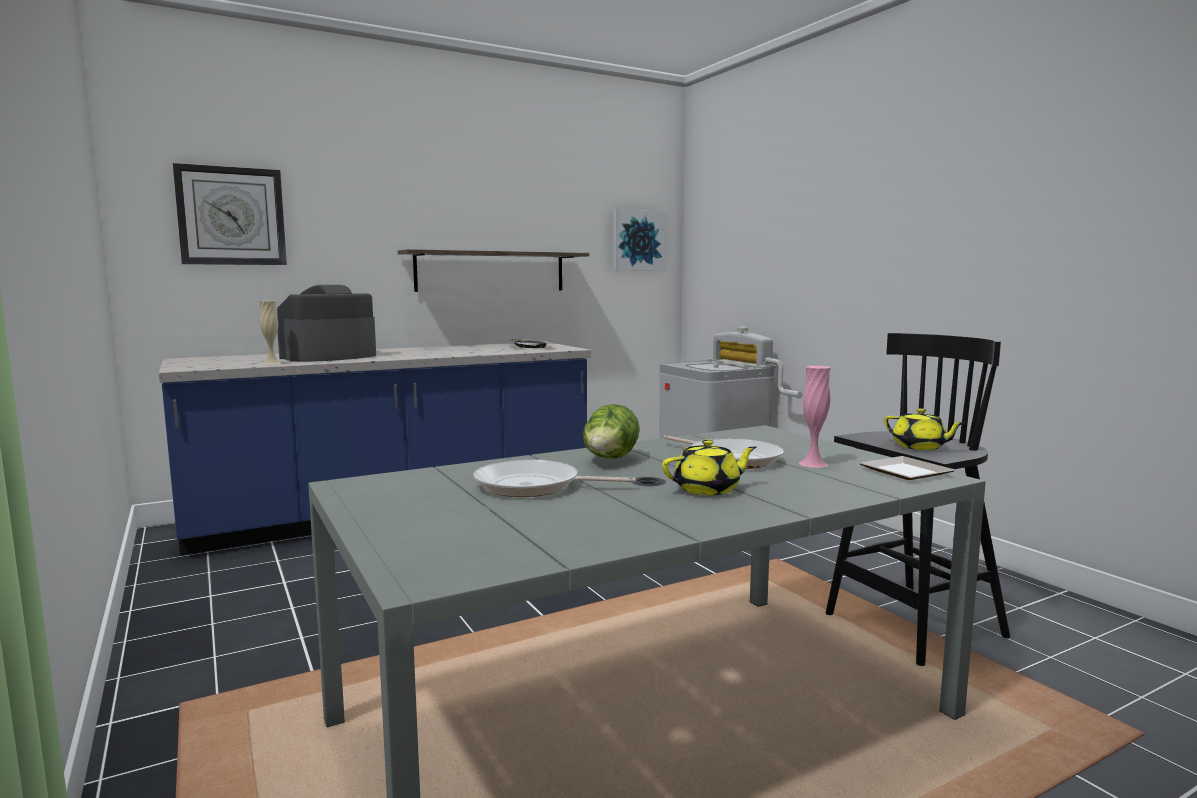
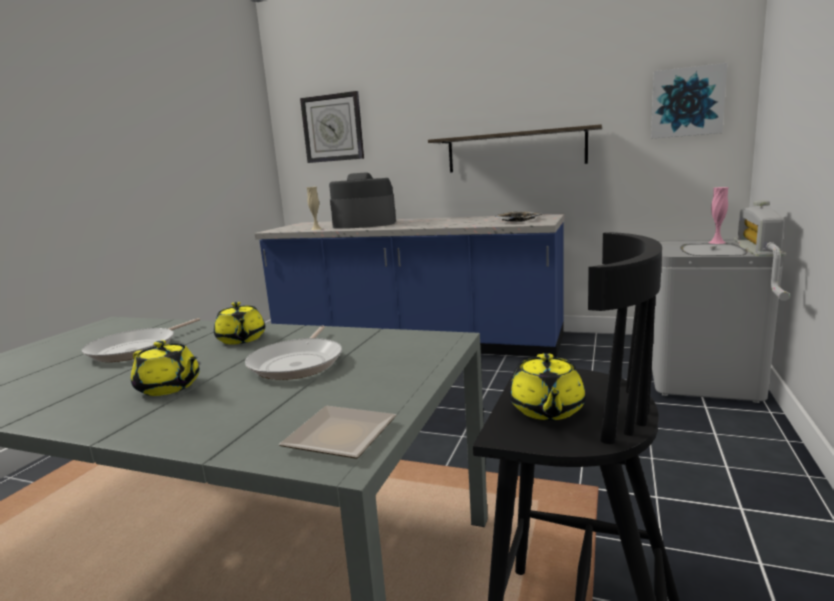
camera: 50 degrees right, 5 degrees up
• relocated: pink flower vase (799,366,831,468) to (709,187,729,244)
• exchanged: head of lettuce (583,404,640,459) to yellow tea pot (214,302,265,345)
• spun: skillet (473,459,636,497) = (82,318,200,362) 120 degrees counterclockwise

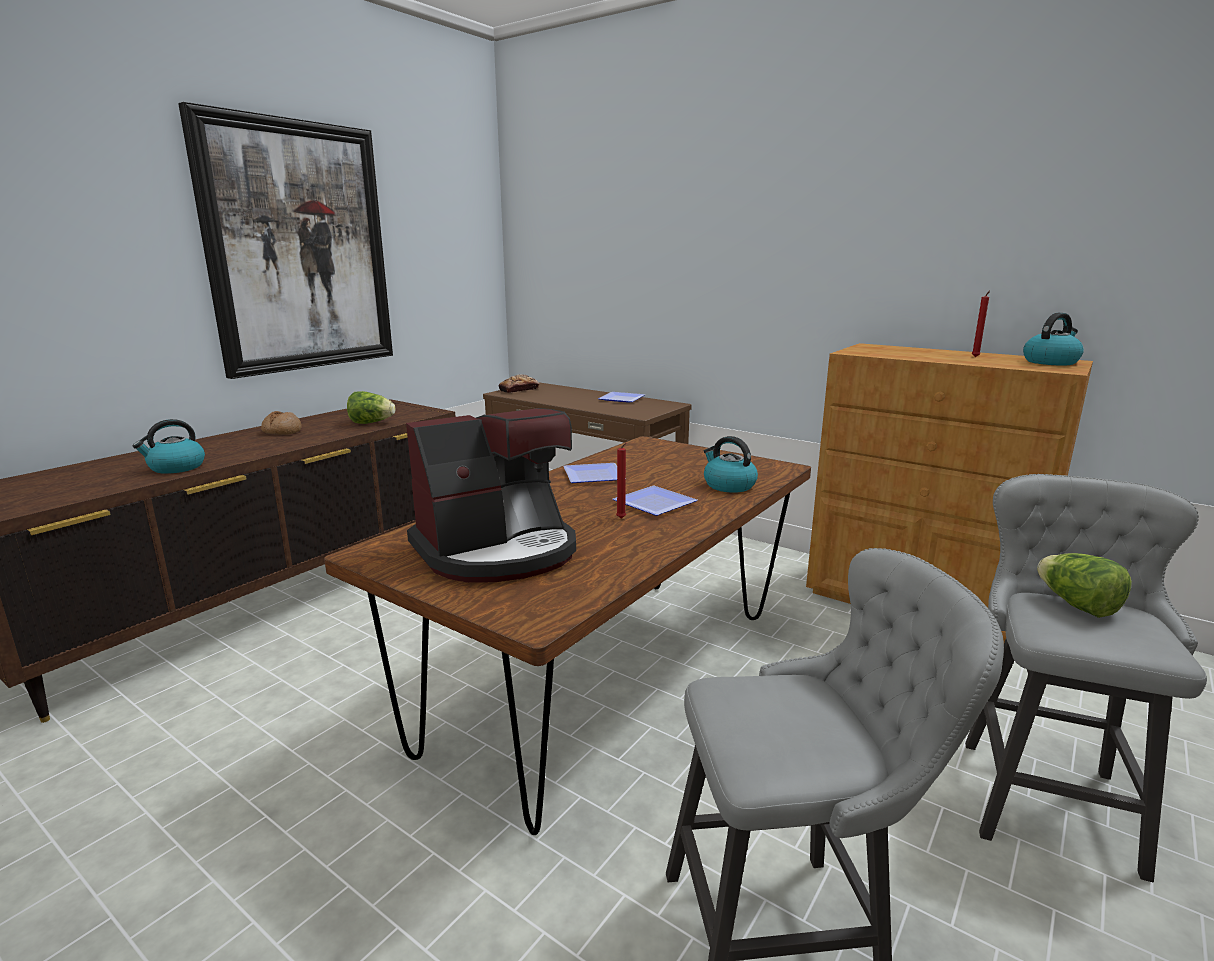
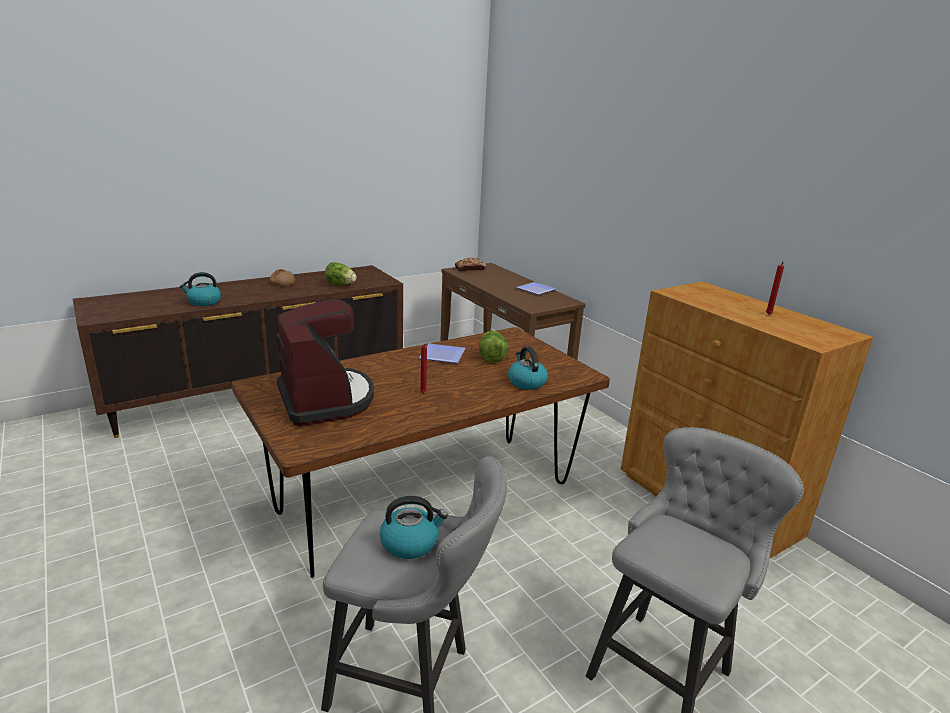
camera: 20 degrees right, 5 degrees up
• missing: picture (178,102,393,379)
• missing: dinner plate (613,486,697,516)
• relocated: water kettle (1023,313,1084,366) to (380,496,448,559)
• relocated: head of lettuce (1037,553,1132,618) to (479,331,509,363)
• spun: coffee machine (406,408,576,583) = (277,299,374,427) 105 degrees counterclockwise

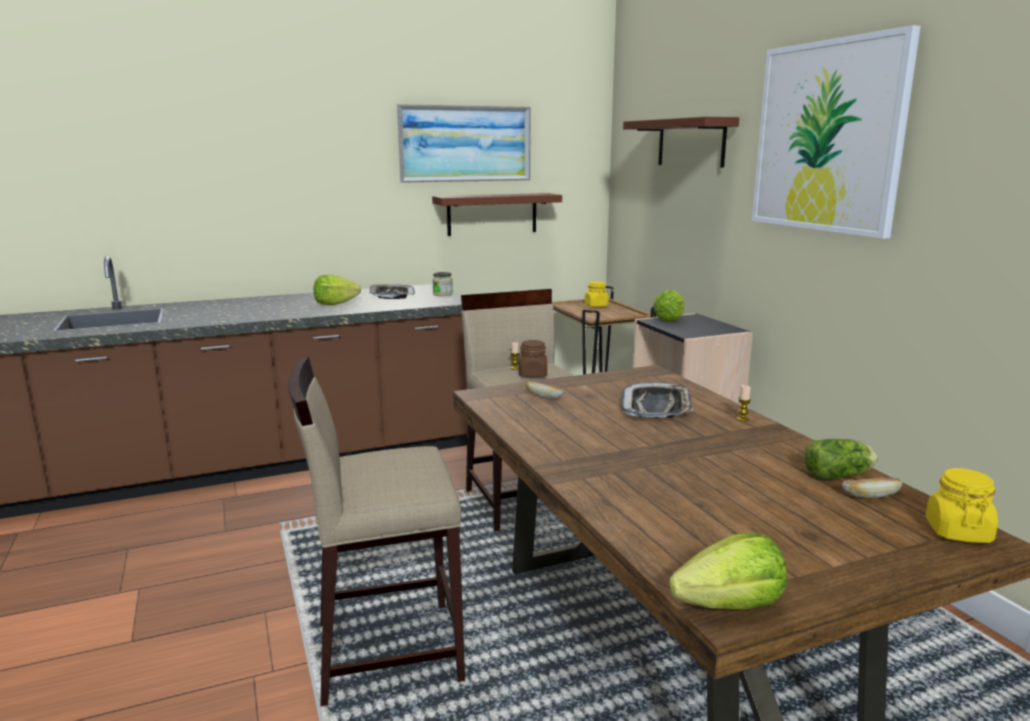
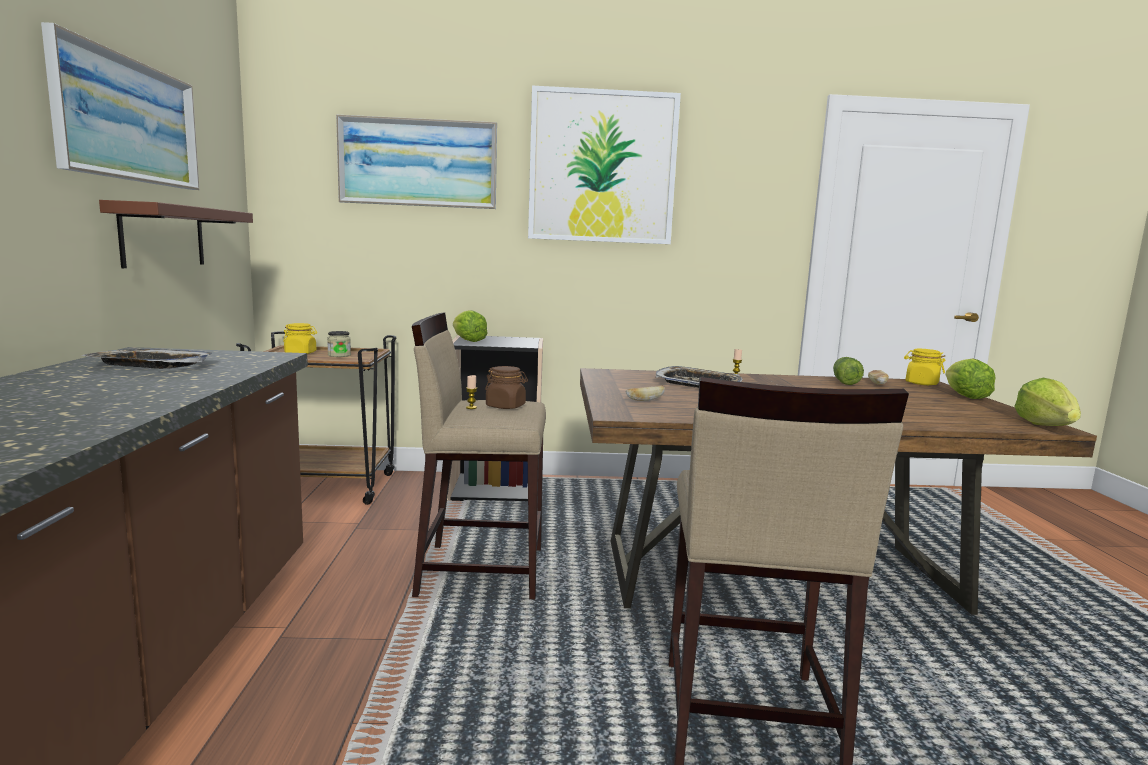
camera: 70 degrees left, 5 degrees down
• relocated: head of lettuce (314,275,361,305) to (946,358,995,399)
• relocated: preserve jar (432,272,453,296) to (327,331,351,357)
• exchanged: brown shelf (623,117,739,168) to picture (336,115,497,209)

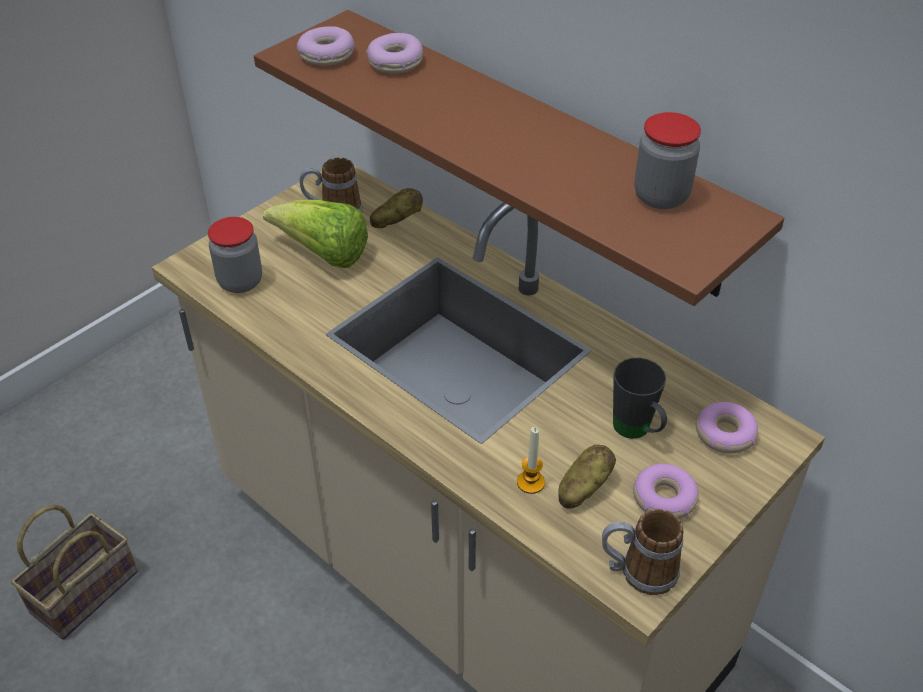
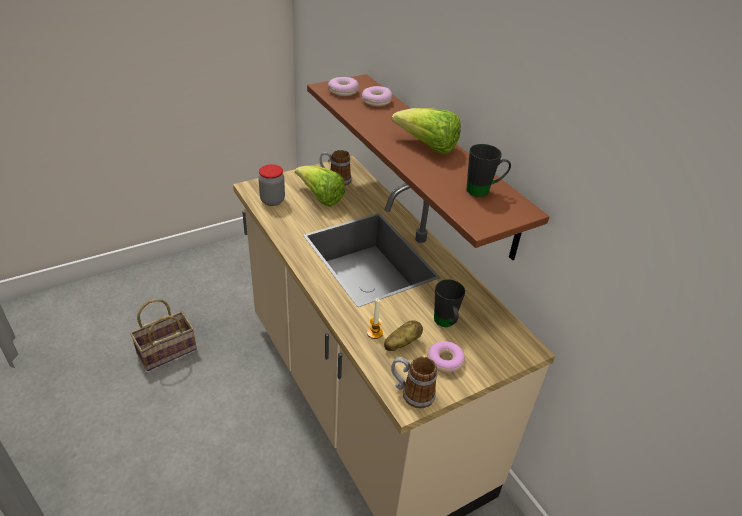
camera: 15 degrees right, 5 degrees down
• missing: whole potato (370,188,423,228)
• missing: doughnut (696,402,758,454)
• appeared: head of lettuce (392,108,461,155)
• exchanged: preserve jar (634,112,701,209) to blackish tea mug (466,144,511,197)

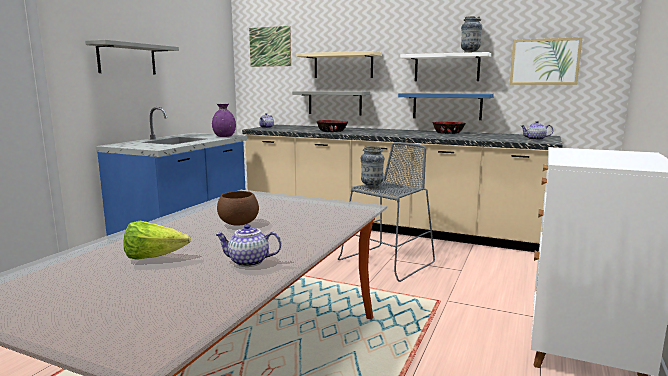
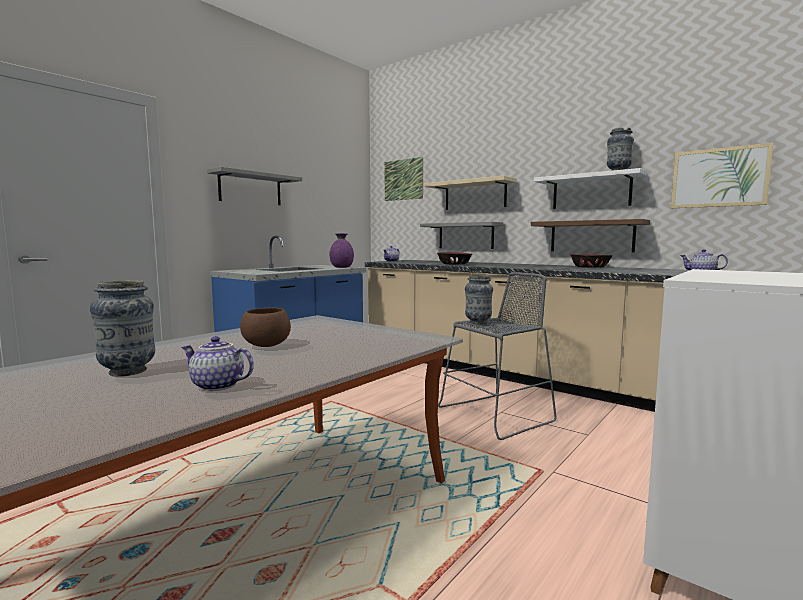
camera: 15 degrees right, 5 degrees down
• exchanged: head of lettuce (124,221,191,259) to flower vase (90,280,155,377)
• colour: blue-coloured shelf (398,93,494,120) to brown shelf (531,219,650,253)

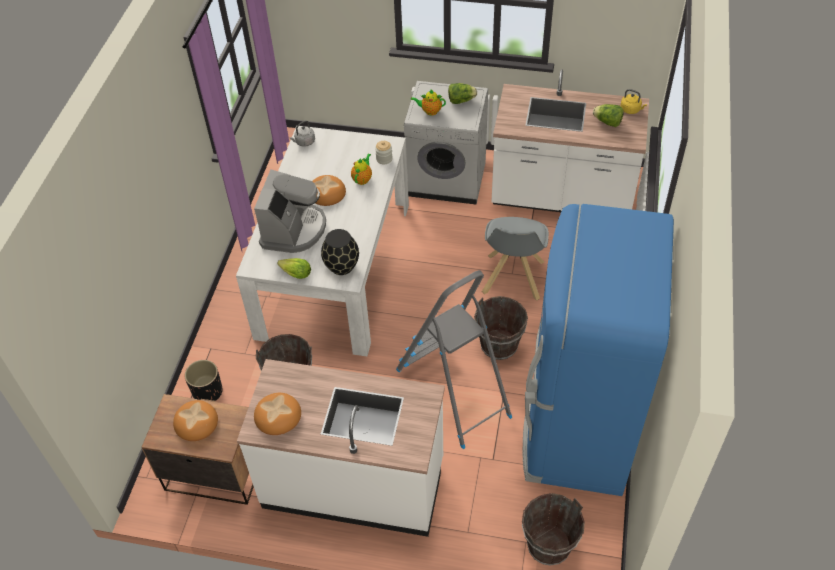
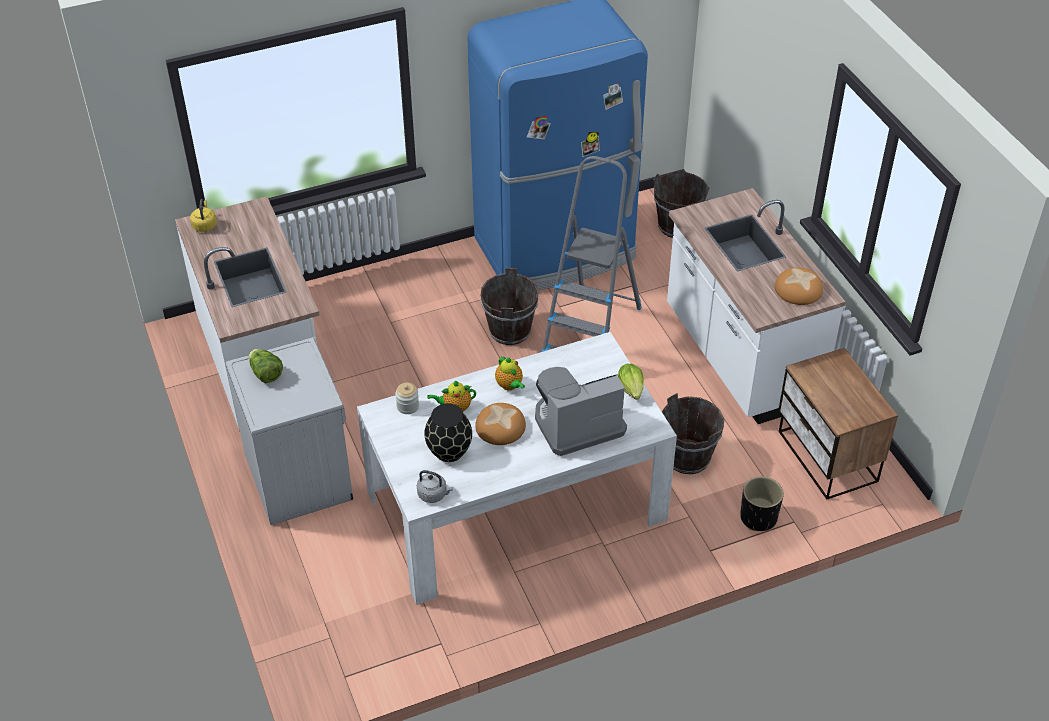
camera: 125 degrees left, 5 degrees down
• missing: baked bread (173,400,218,441)
• missing: grey upright chair (482,217,549,300)
• missing: head of lettuce (593,104,624,127)
• relocated: blackish flower vase (321,229,359,275) to (424,404,472,462)
• relocated: tea pot (411,90,446,116) to (495,356,525,391)

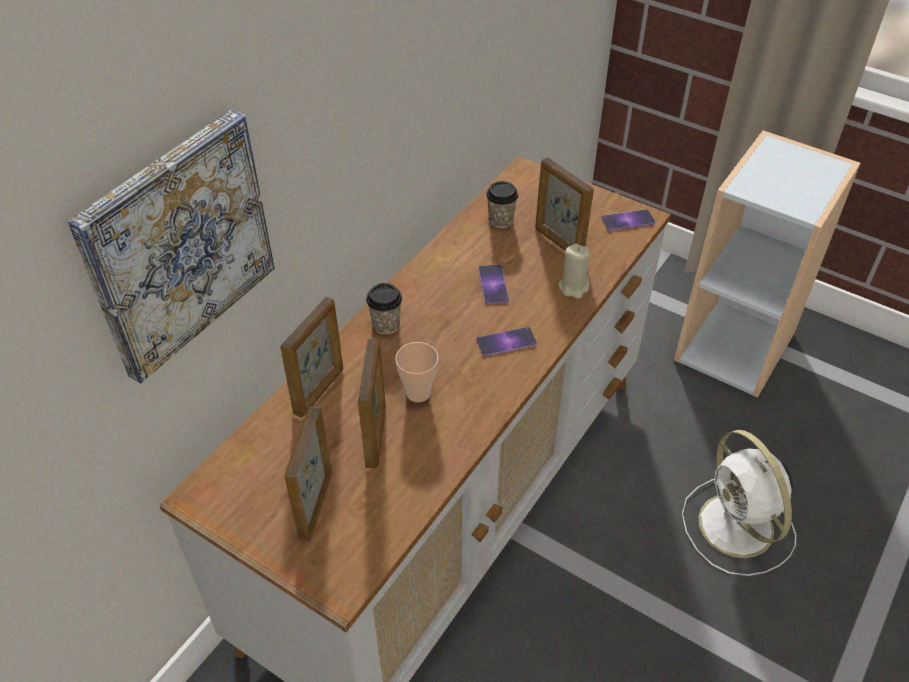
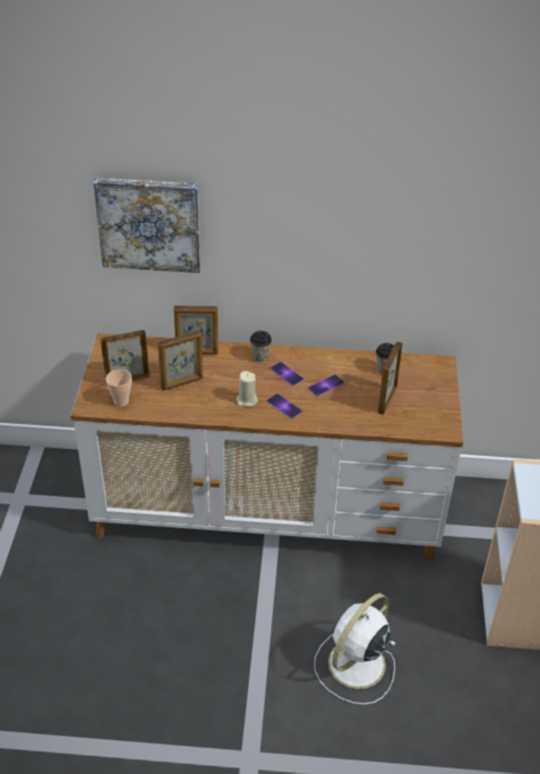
camera: 60 degrees right, 5 degrees down
• relocated: small cup (395,342,439,402) to (106,369,132,407)
• relocated: beige candle (558,244,590,299) to (236,371,258,407)
• relocated: telephone (601,209,655,231) to (270,362,304,386)

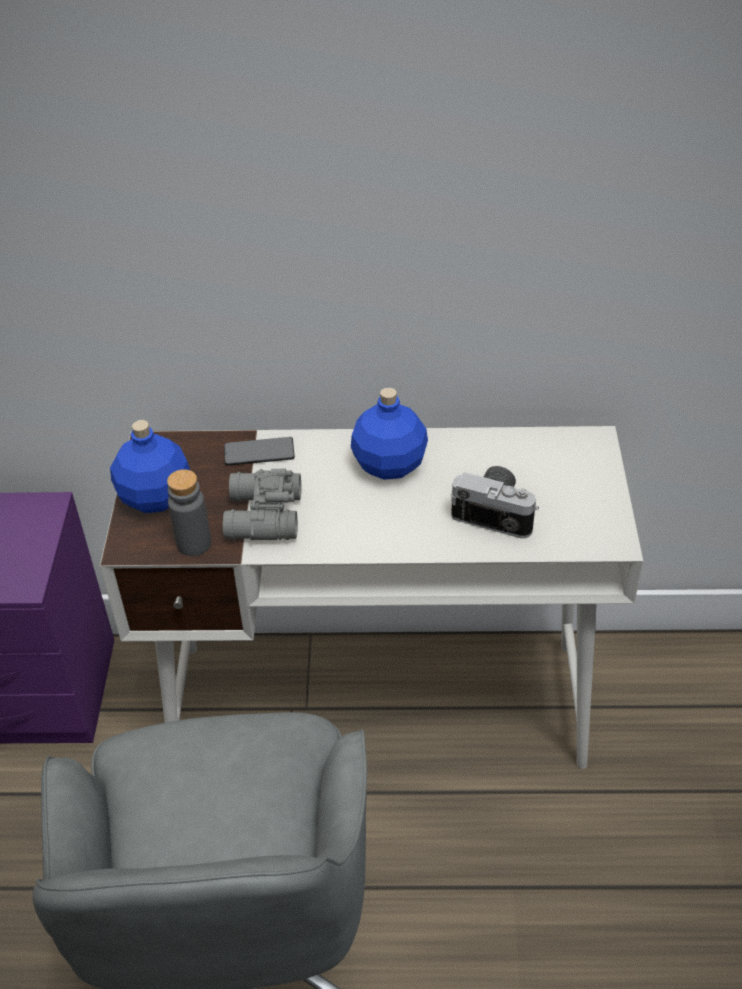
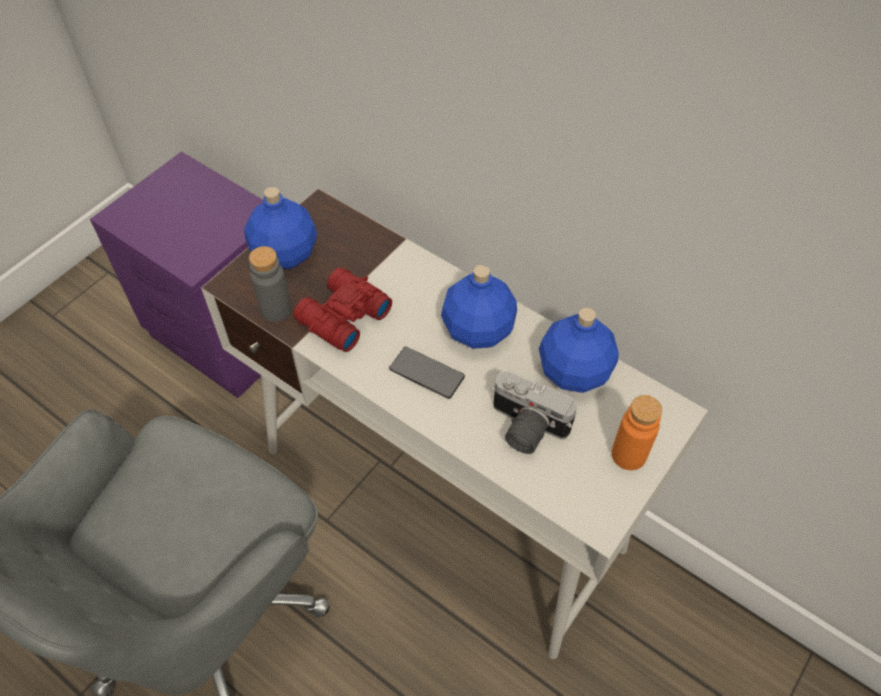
camera: 35 degrees right, 10 degrees up
• appeared: blue-coloured drink bottle (539,308,619,393)
• appeared: orange drink bottle (612,395,662,470)
• relocated: telephone (224,437,295,466) to (389,347,465,399)
• colour: grey field glasses (223,469,301,540) to reddish field glasses (294,267,392,352)
• spun: photo camera (451,466,539,539) = (490,371,577,454) 150 degrees clockwise

